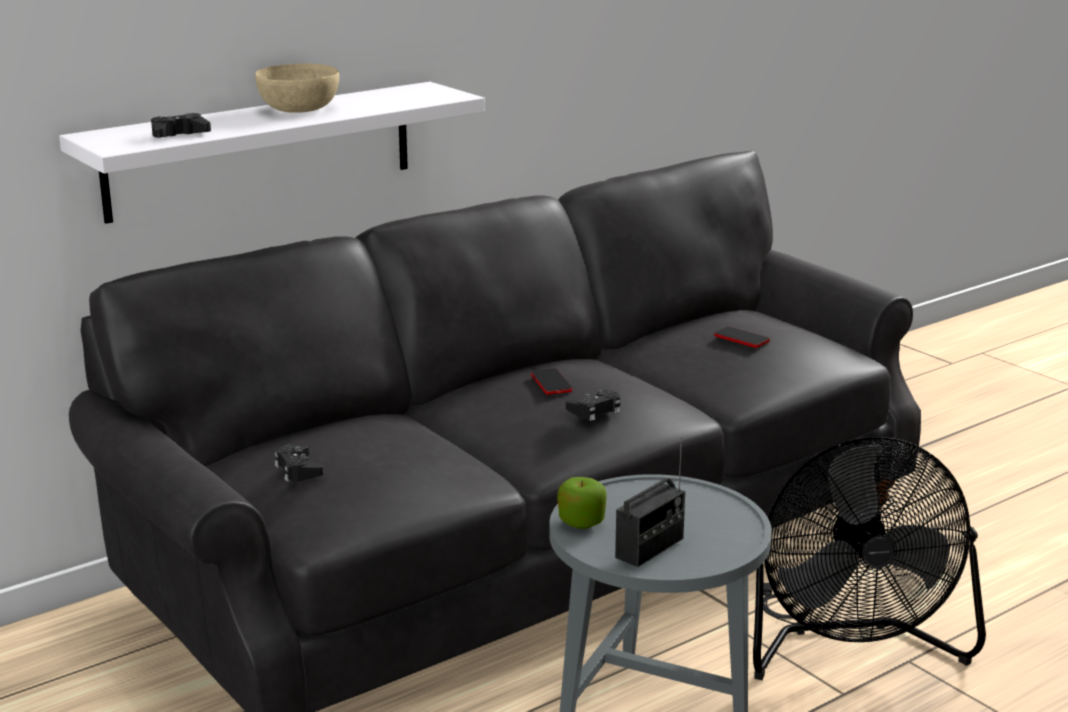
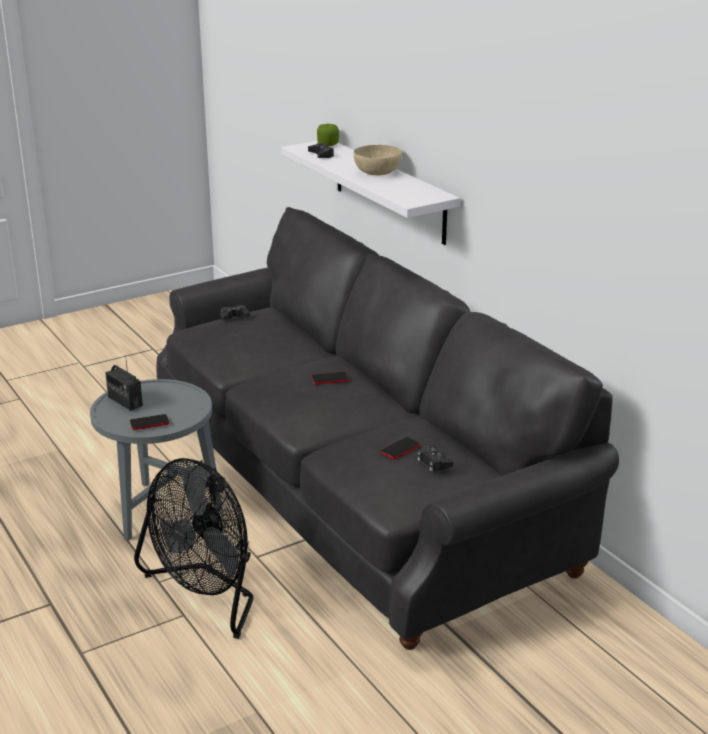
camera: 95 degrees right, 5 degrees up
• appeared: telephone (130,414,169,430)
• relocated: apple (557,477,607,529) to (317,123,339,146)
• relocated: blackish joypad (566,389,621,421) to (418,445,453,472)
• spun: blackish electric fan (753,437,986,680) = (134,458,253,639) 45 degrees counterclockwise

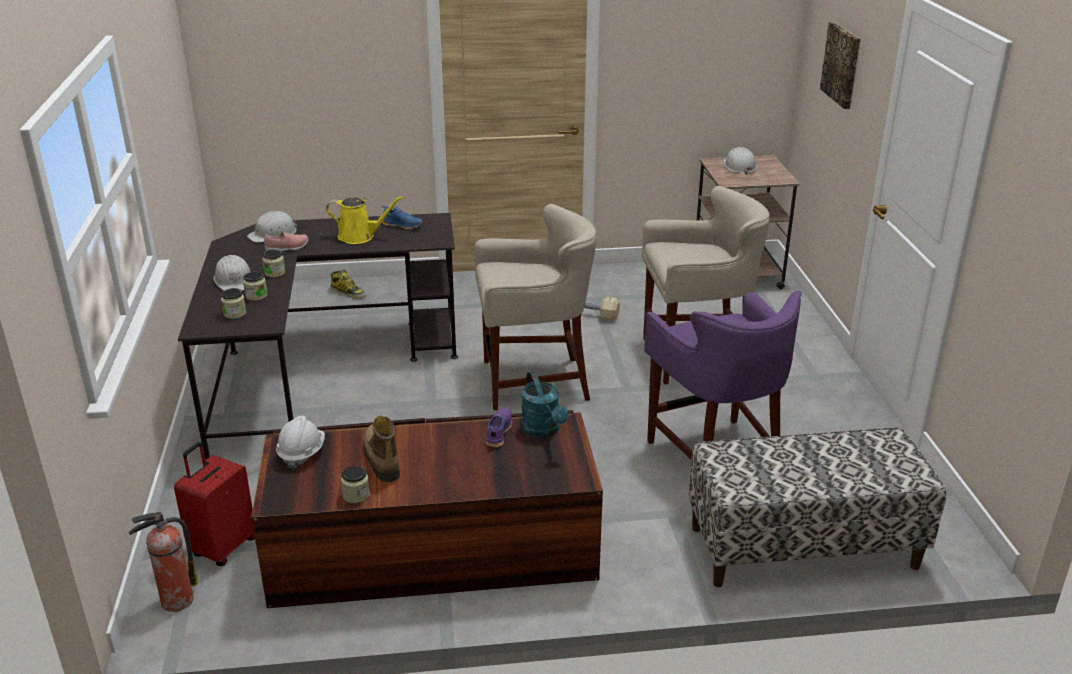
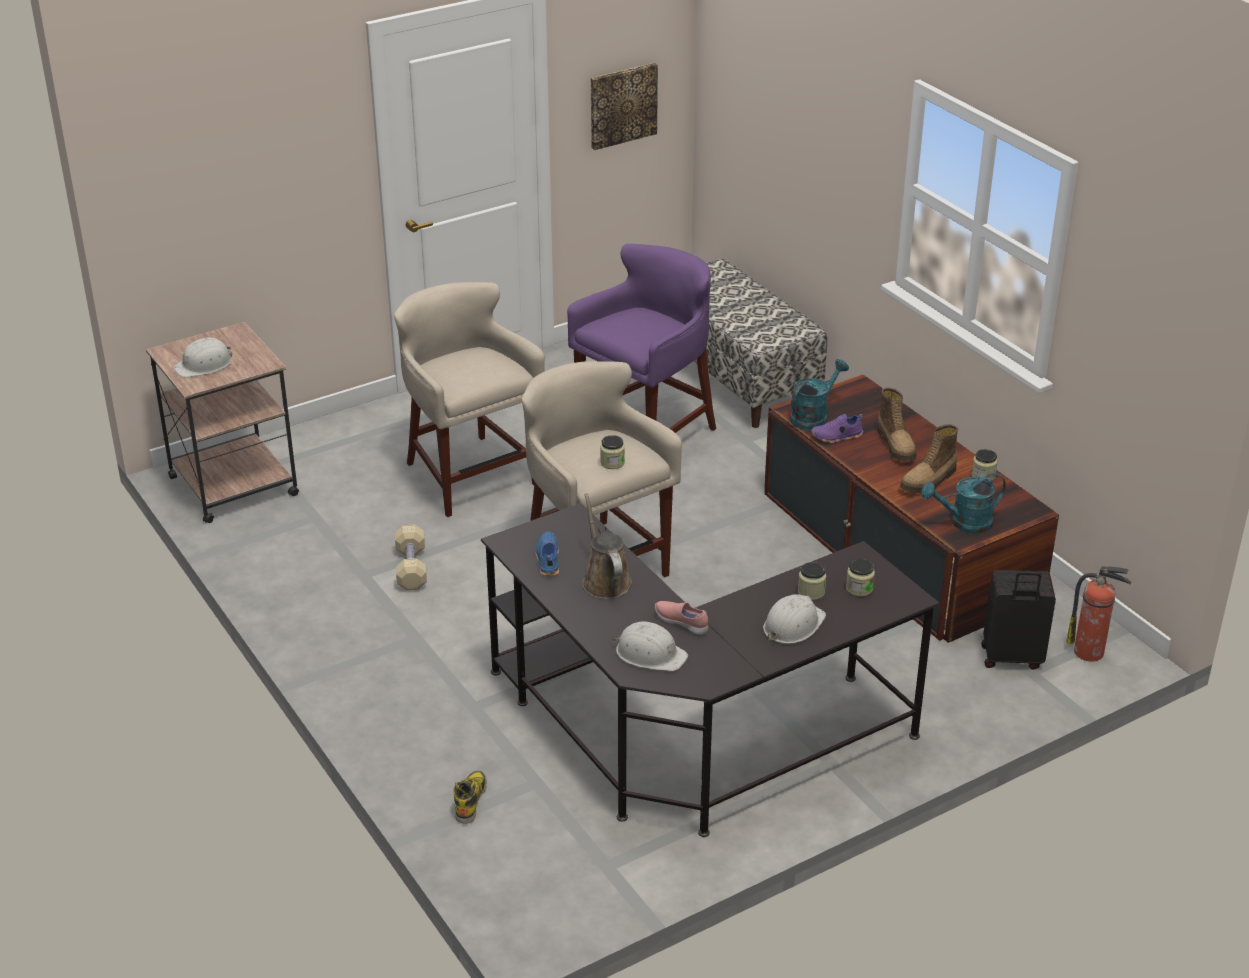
camera: 115 degrees left, 5 degrees up
• appeared: high-top boot (877,387,916,461)
• relocated: preserve jar (262,249,285,277) to (600,435,625,469)
• relocated: picture (820,22,861,109) to (591,63,658,150)
• exchanged: white hard hat (276,415,325,469) to turquoise sprinkling can (921,473,1006,534)
• colour: reddish suitcase (174,442,255,566) to blackish suitcase (981,570,1056,670)
• colour: yellow sprinkling can (326,196,403,244) to brown sprinkling can (582,493,632,599)

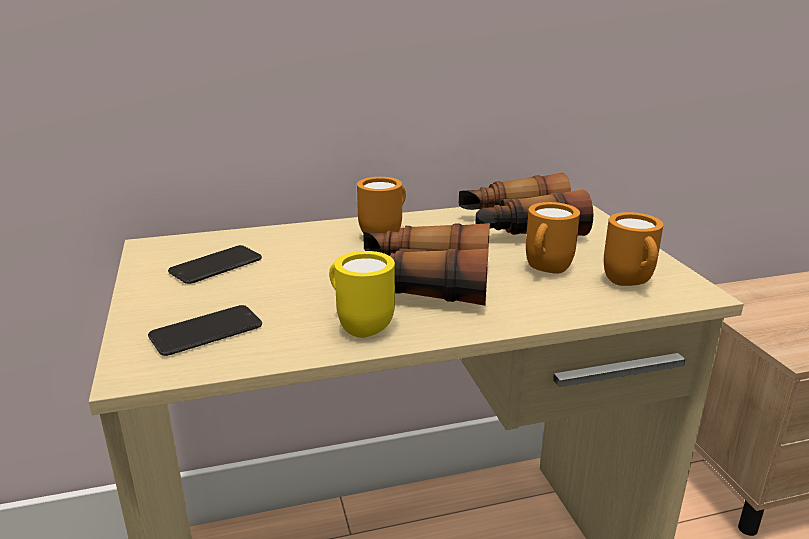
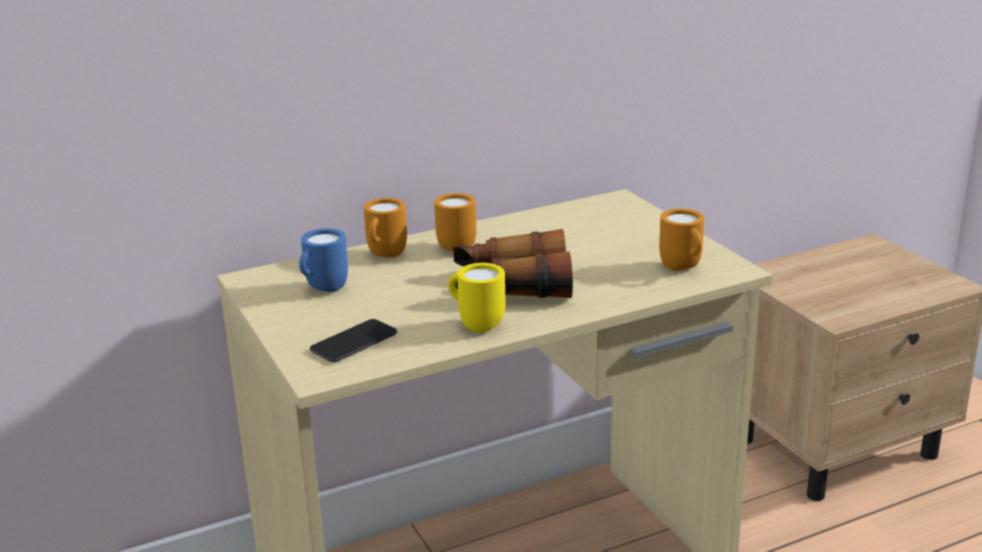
camera: 10 degrees left, 0 degrees up
• missing: field glasses (459,173,593,236)
• relocated: orange tea mug (526,202,580,274) to (364,198,407,257)
• exchanged: telephone (168,245,262,284) to blue-coloured tea mug (299,228,348,292)

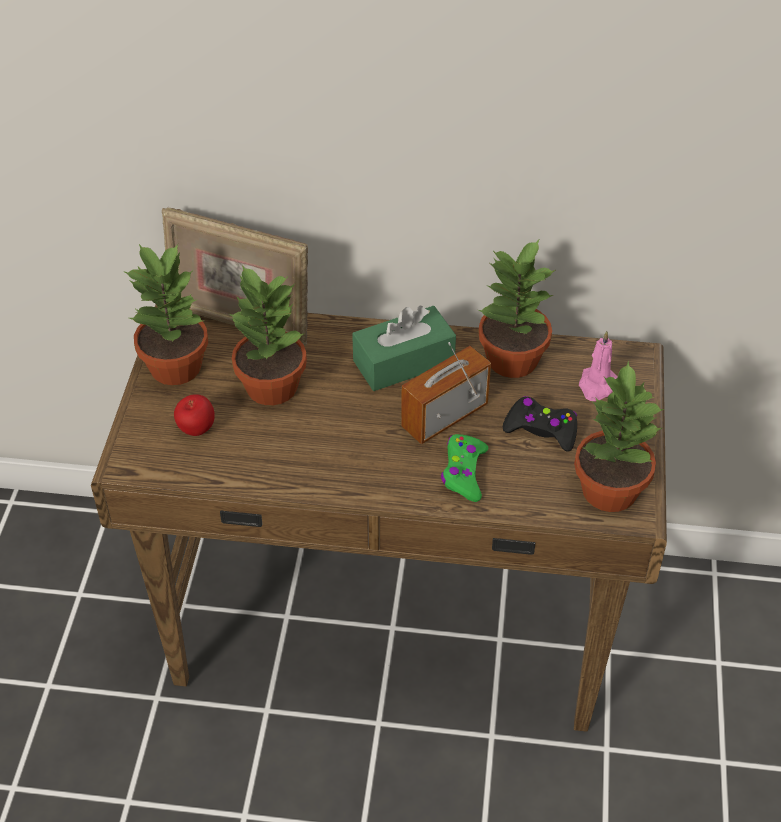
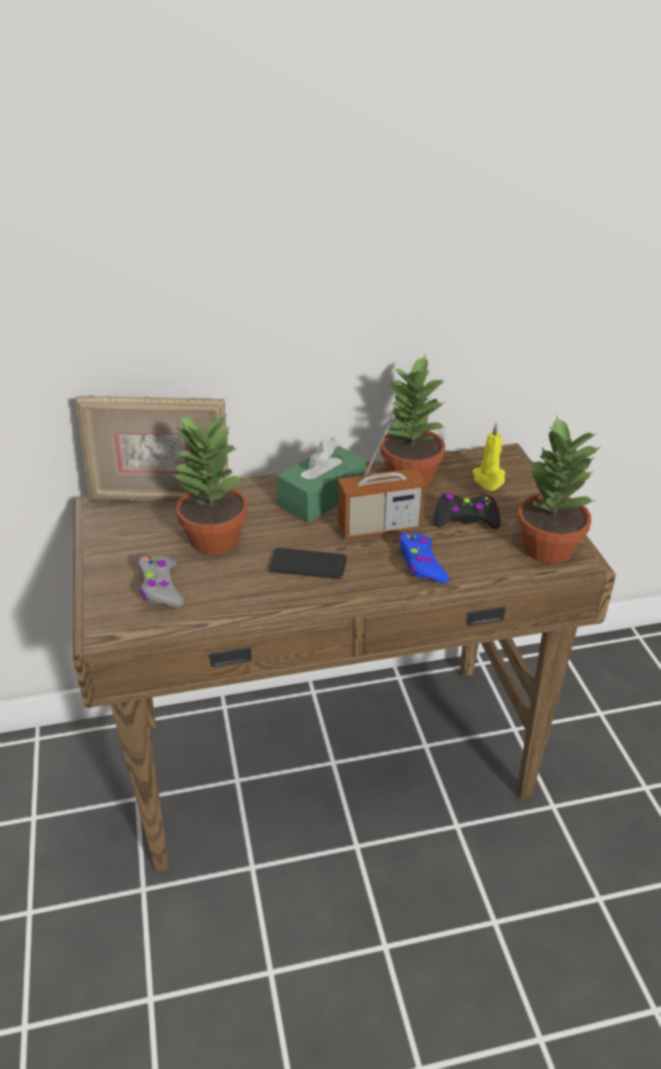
camera: 20 degrees left, 10 degrees down
• missing: plant in a pot (123,244,208,385)
• appeared: telephone (268,548,347,579)
• exchanged: apple (174,394,215,436) to grey joypad (138,555,184,608)
• colour: greenish joypad (441,434,488,502) to blue-coloured joypad (399,532,449,583)
• colour: pink candle (579,331,617,401) to yellow candle (472,423,505,491)
• spun: radio set (401,342,491,444) = (338,415,426,540) 135 degrees counterclockwise

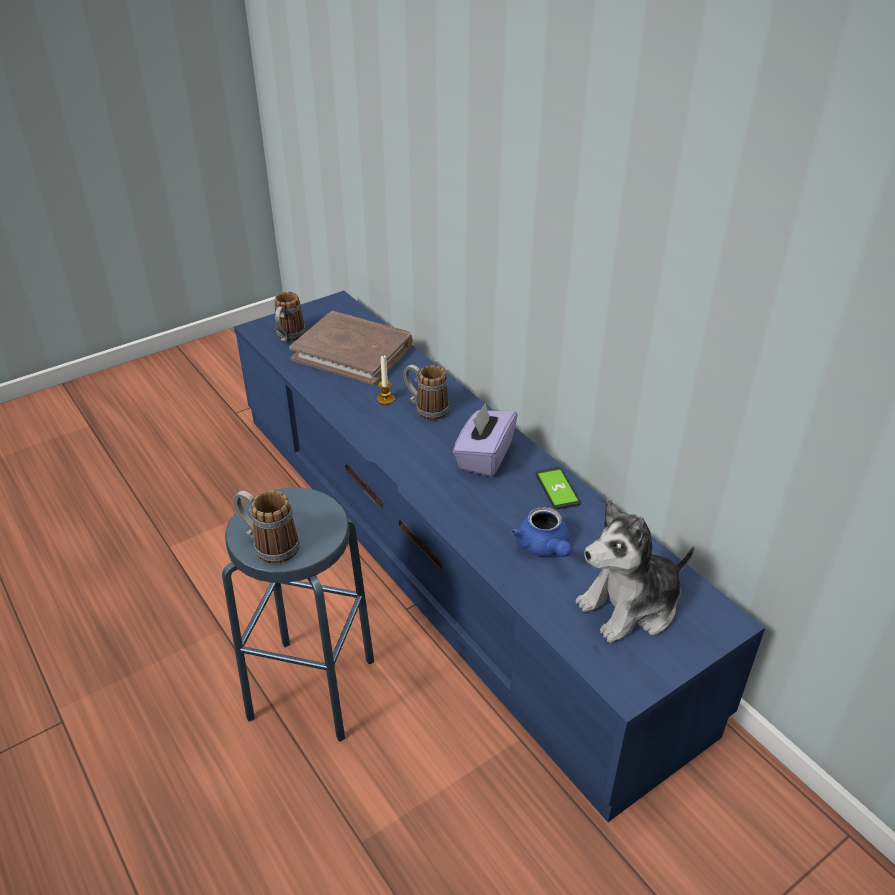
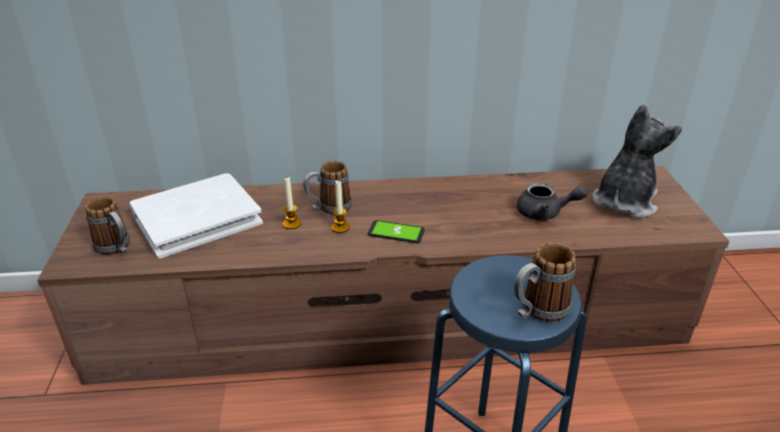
camera: 60 degrees left, 5 degrees down
• missing: purplish tissue holder (453,403,518,477)
• appeared: candle (331,181,350,233)
• relocated: telephone (535,467,580,509) to (368,220,425,243)
• colour: blue-coloured tv unit (234,291,765,822) to brown tv unit (37,166,729,385)
• colour: brown book (289,311,413,385) to white book (130,173,263,259)
• colour: blue-coloured tea pot (511,507,572,557) to grey tea pot (517,182,588,220)
• spun: plush toy (576,499,694,643) = (592,104,682,218) 150 degrees counterclockwise

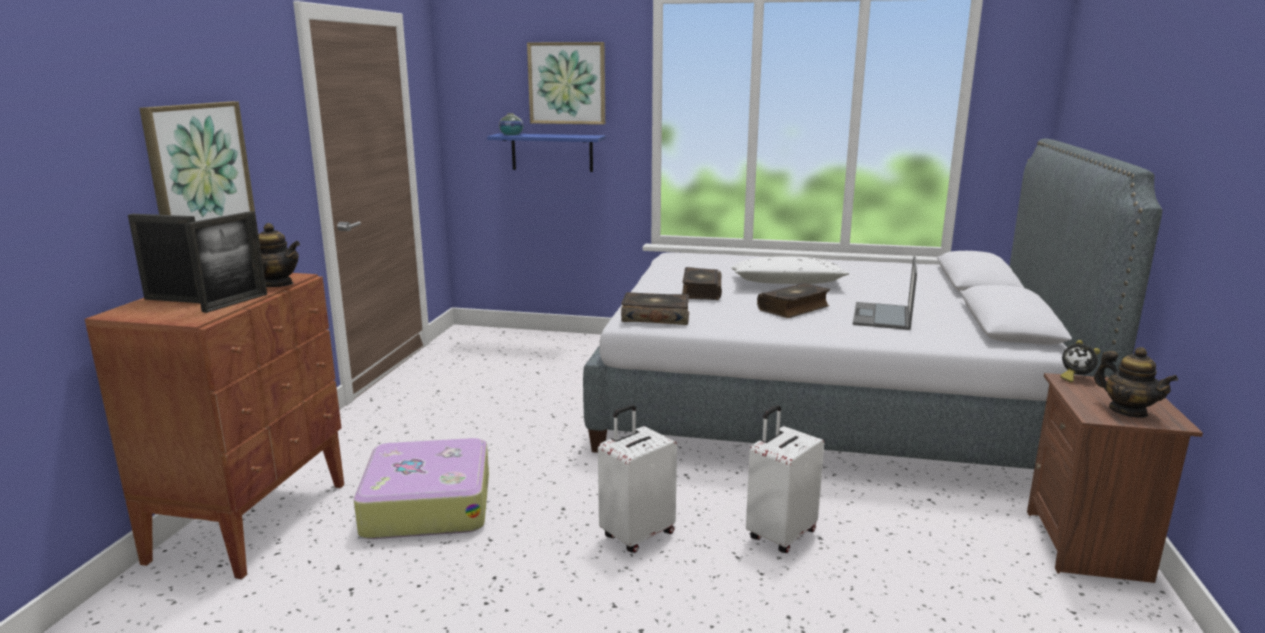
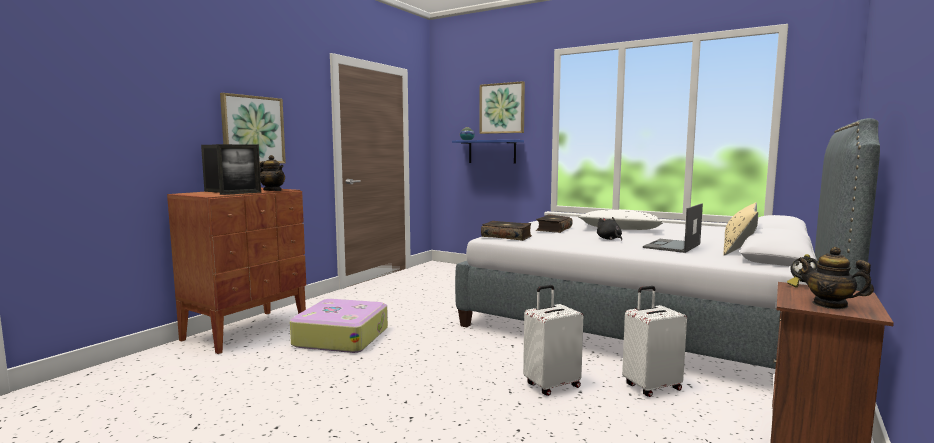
camera: 20 degrees right, 10 degrees down
• appeared: beige cushion (723,202,758,256)
• relocated: white suitcase (598,405,677,553) to (622,286,687,397)
• exchanged: book (757,282,830,318) to blackish plush toy (597,217,622,241)
• spun: tea pot (1094,347,1178,418) = (797,247,874,309) 150 degrees clockwise

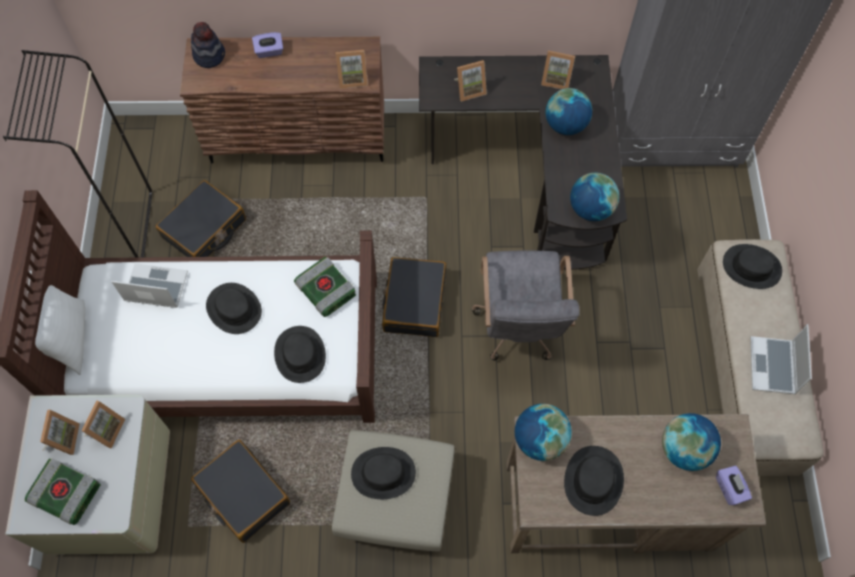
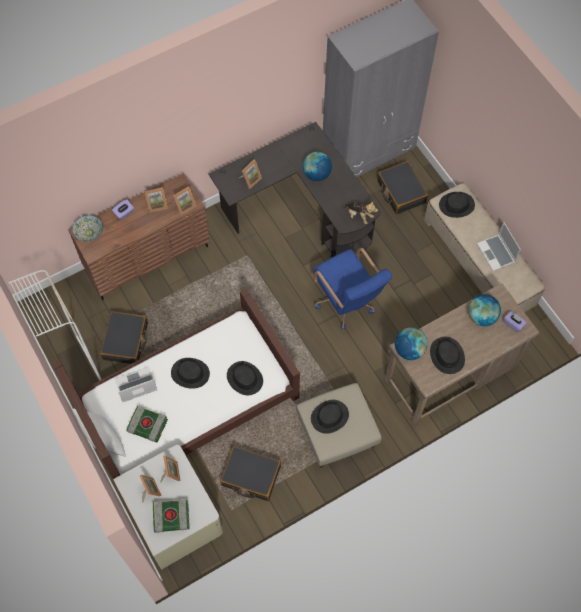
camera: 30 degrees left, 0 degrees up
• relocated: book (294,256,356,317) to (126,406,168,442)
• relocated: blackish suitcase (382,257,446,337) to (377,161,428,215)
• relocated: standing frame (541,51,575,89) to (145,187,168,212)
• exchanged: hat (191,22,225,68) to deep dish (72,215,103,242)
• exchanged: globe (570,173,619,221) to plush toy (340,201,378,224)
• colour: blackish clothes rack (3,50,152,258) to white clothes rack (8,270,102,380)
• colour: grey office chair (471,251,580,361) to blue-coloured office chair (313,248,392,329)

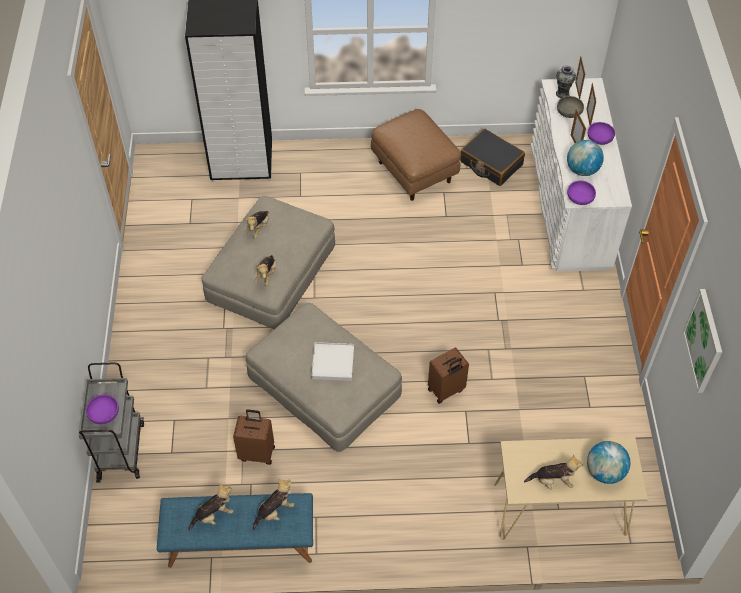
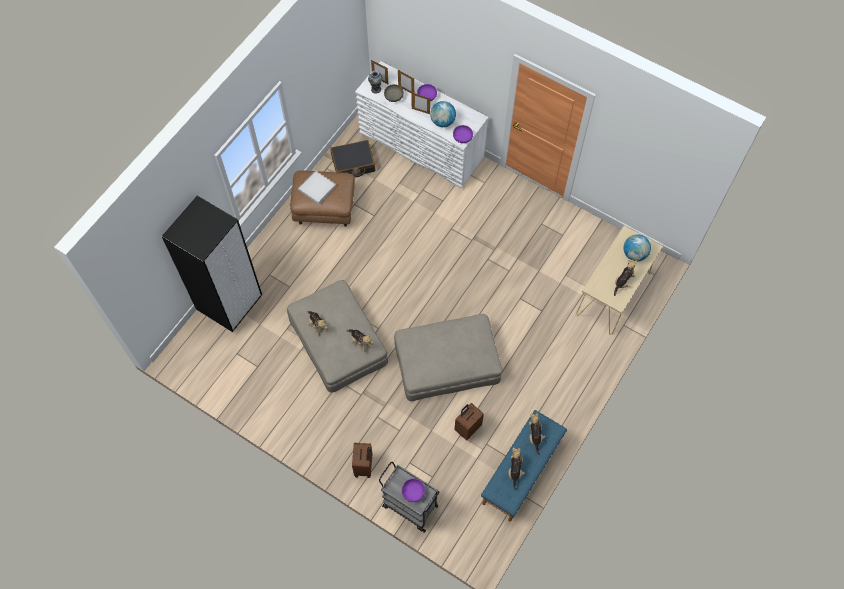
camera: 55 degrees left, 10 degrees up
• missing: picture (682,289,722,393)
• relocated: white tray (311,342,354,381) to (298,170,336,204)
• relocated: brown suitcase (428,347,469,404) to (352,443,372,478)

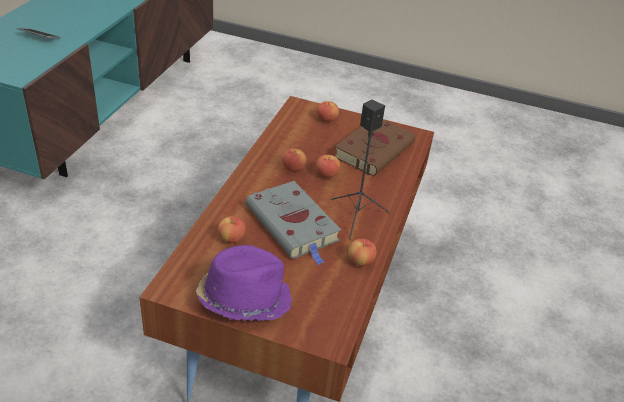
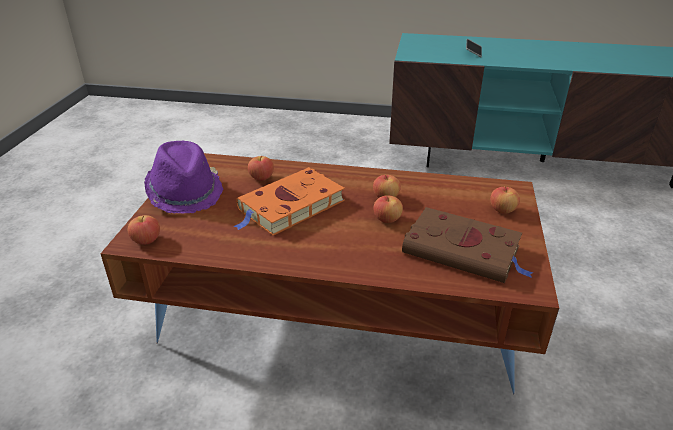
camera: 85 degrees right, 5 degrees down
• missing: blackish speaker (331,100,390,239)
• relocated: apple (348,239,377,266) to (128,215,160,245)
• colour: grey book (246,181,341,265) to orange book (233,167,345,236)

